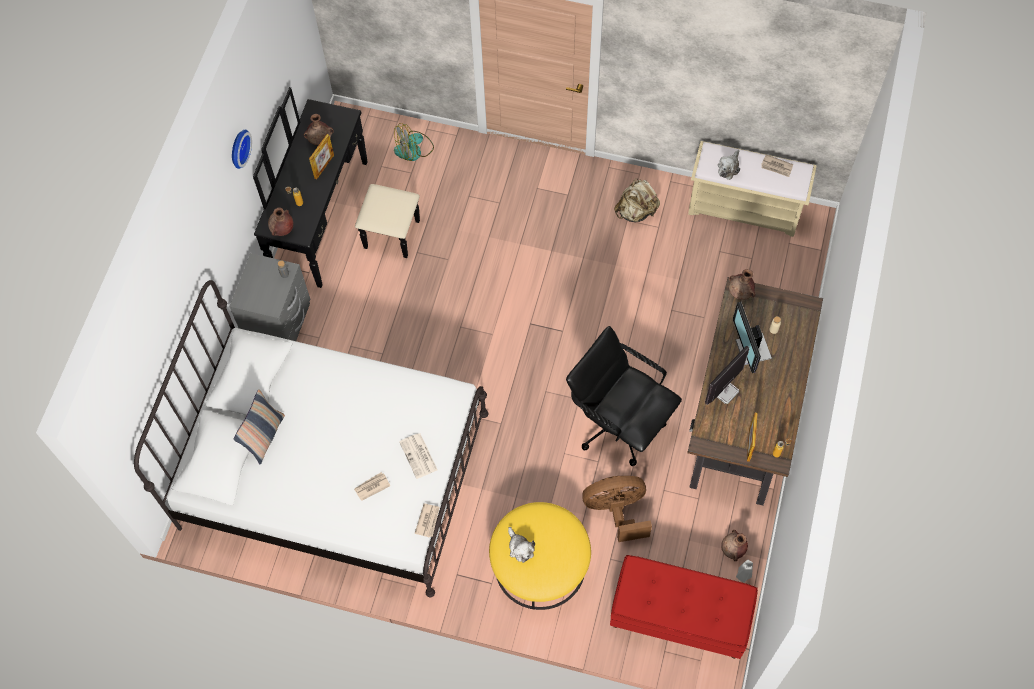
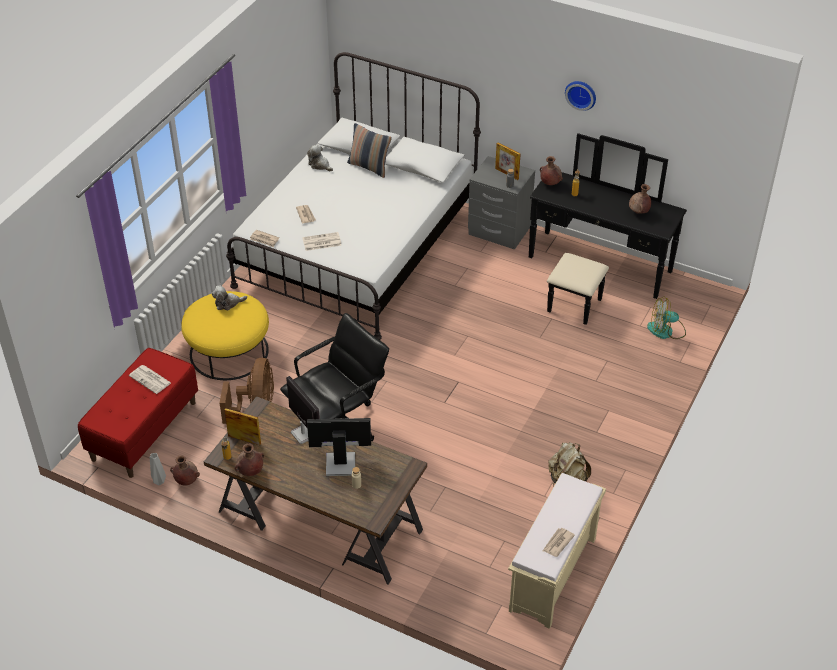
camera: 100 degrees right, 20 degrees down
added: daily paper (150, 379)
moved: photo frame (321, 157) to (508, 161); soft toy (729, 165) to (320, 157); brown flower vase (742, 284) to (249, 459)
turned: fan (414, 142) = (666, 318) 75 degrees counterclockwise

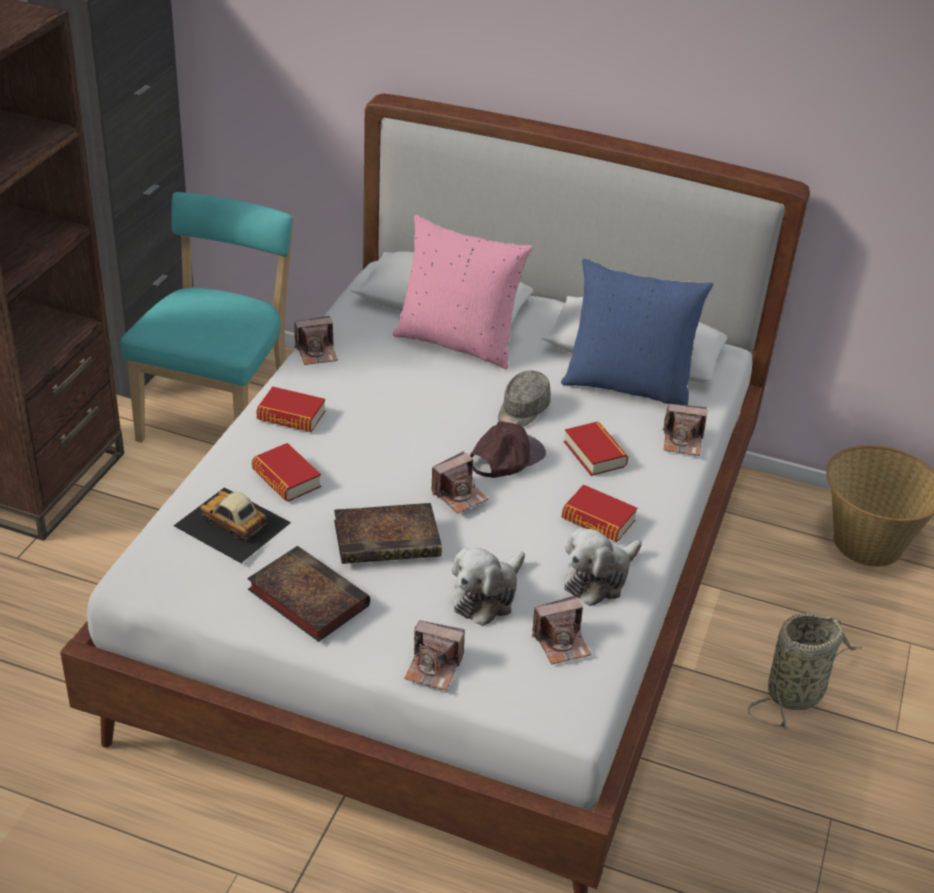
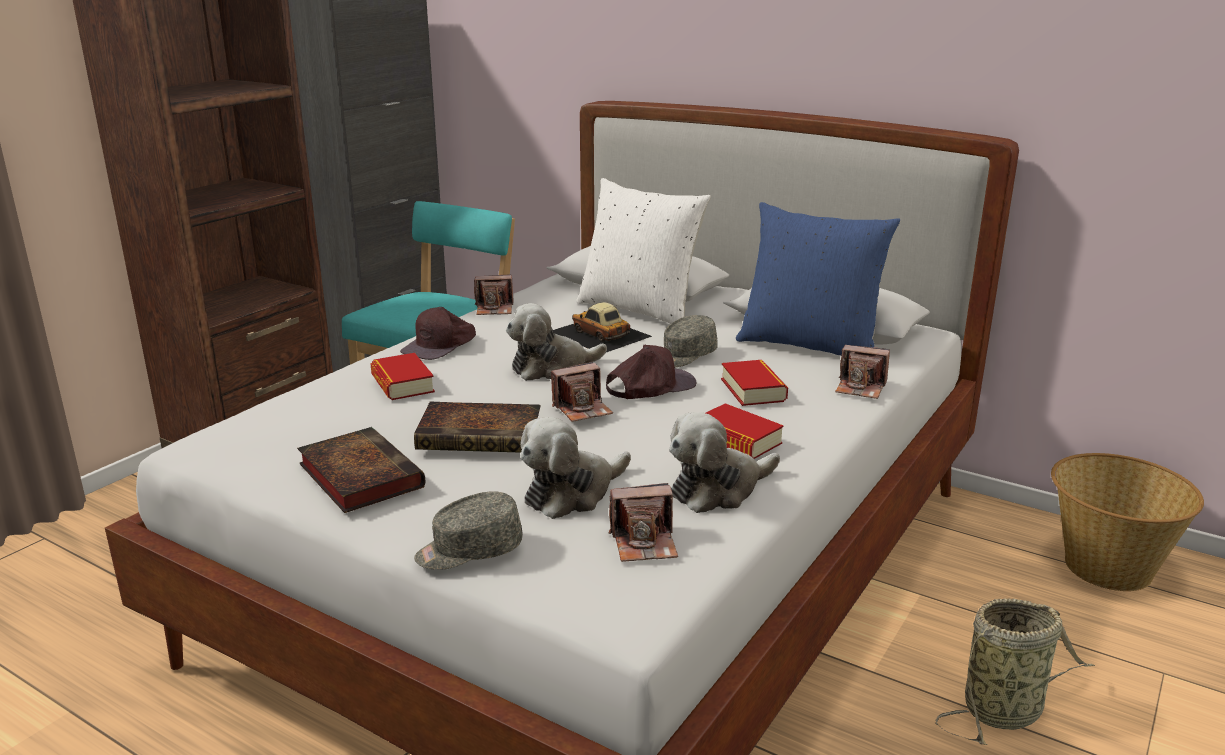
camera: 15 degrees right, 15 degrees down
added: soft toy (556, 342)
moved: toy car (232, 525) to (602, 327)
replaced: volume (290, 409) to brown baseball cap (438, 333); still camera (434, 655) to gray baseball cap (468, 530)
recoloured: pinkish cushion (463, 292) to whitish cushion (643, 251)

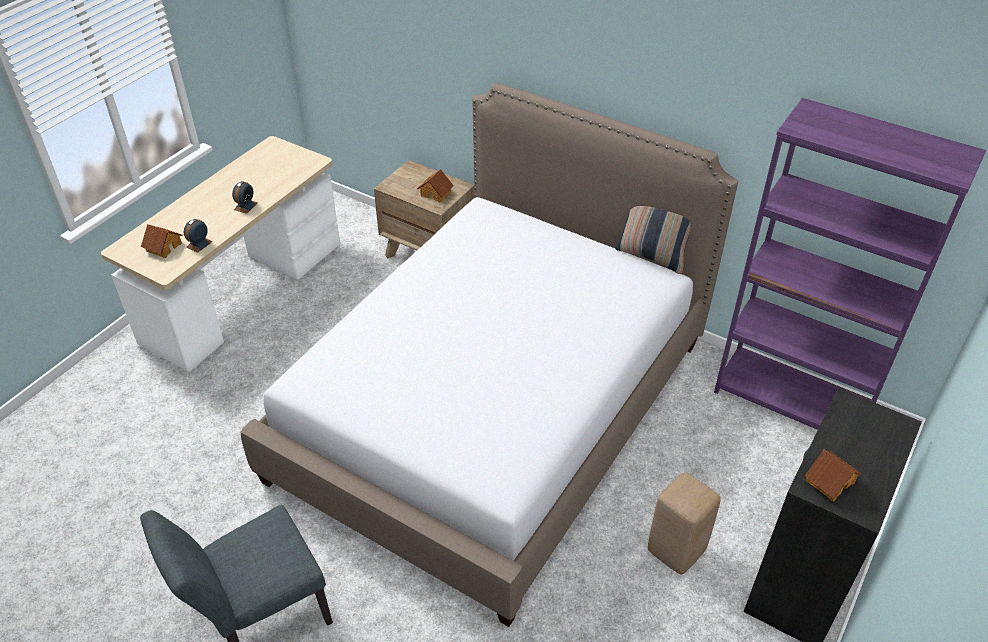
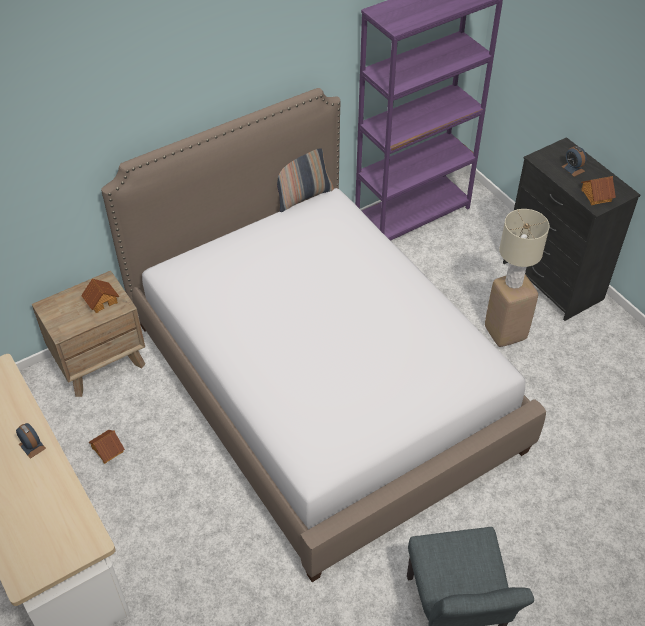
camera: 65 degrees left, 5 degrees up
added: sand-coloured table lamp (524, 249)
moved: miniature house (161, 241) to (107, 447); alarm clock (198, 236) to (574, 161)

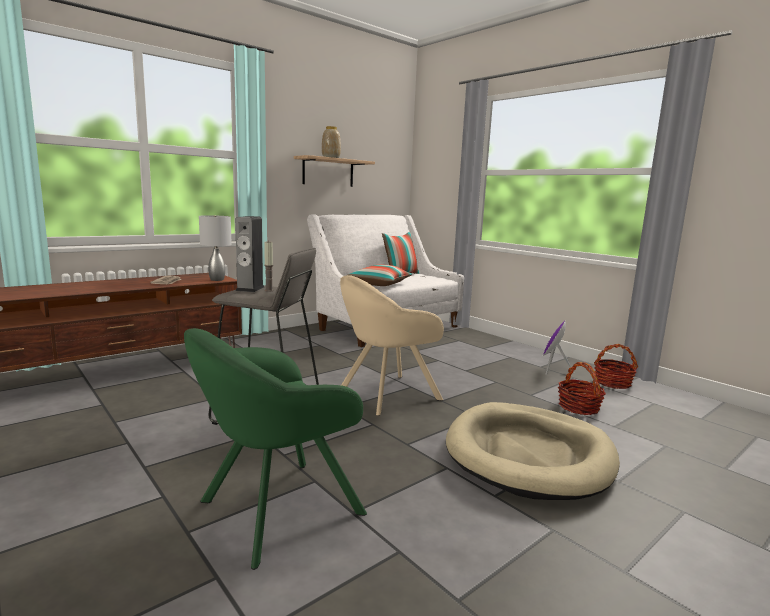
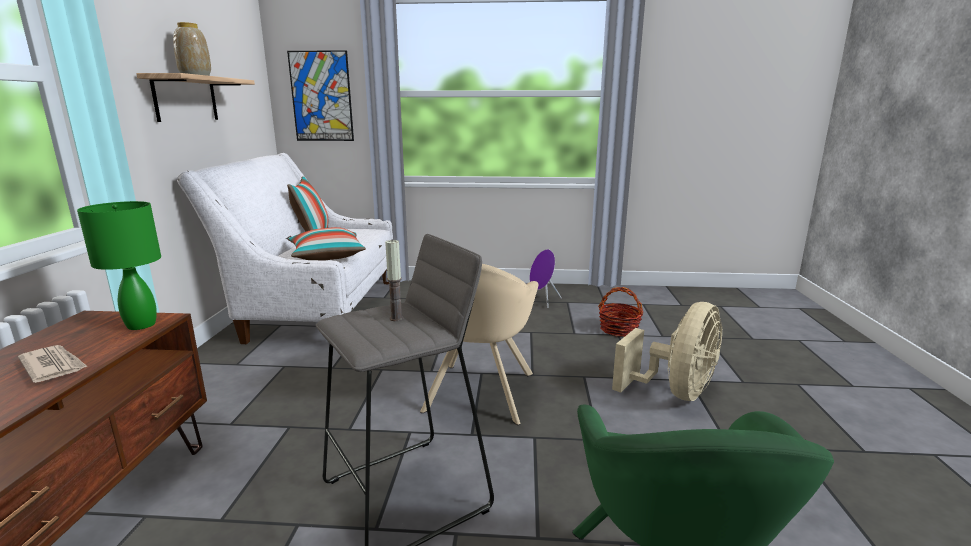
camera: 45 degrees left, 5 degrees up
removed: speaker (249, 254); household basket (616, 366)
added: picture (320, 95)
replaced: sand-coloured pet bed (533, 451) to sand-coloured fan (667, 351)
recoloured: gray table lamp (215, 248) to green-coloured table lamp (119, 265)

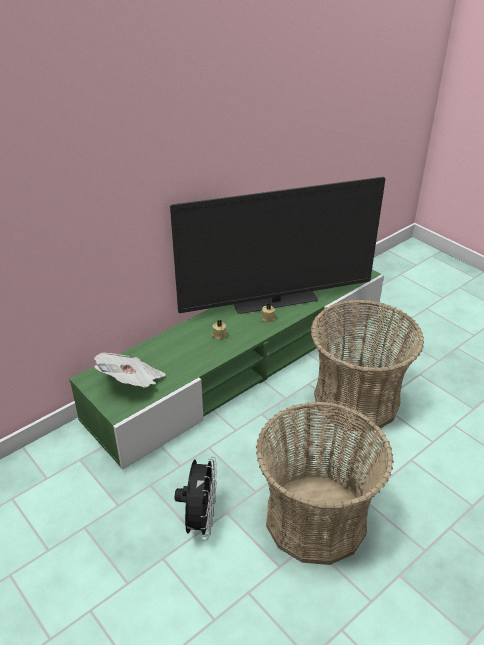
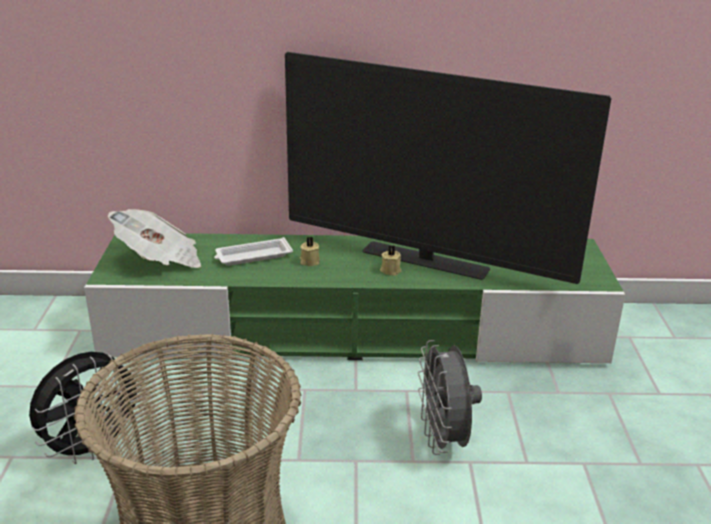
camera: 40 degrees right, 10 degrees down
added: whitish serving tray (253, 251)
replaced: household basket (367, 365) to gray fan (450, 397)

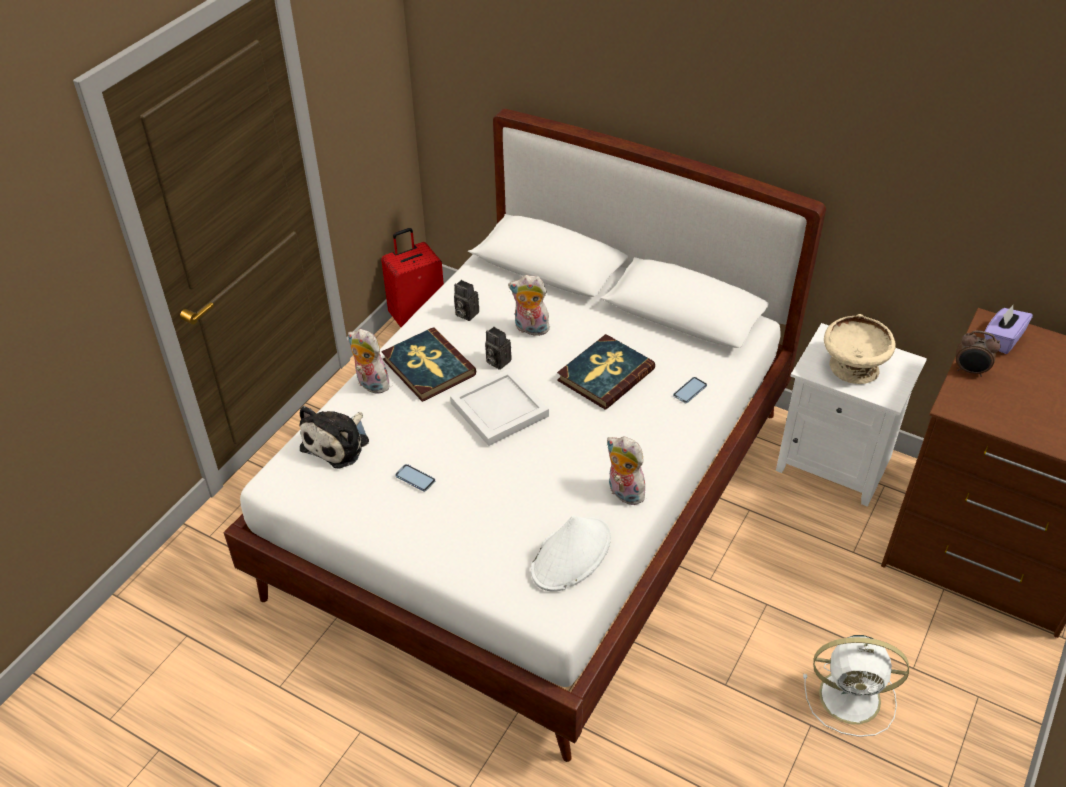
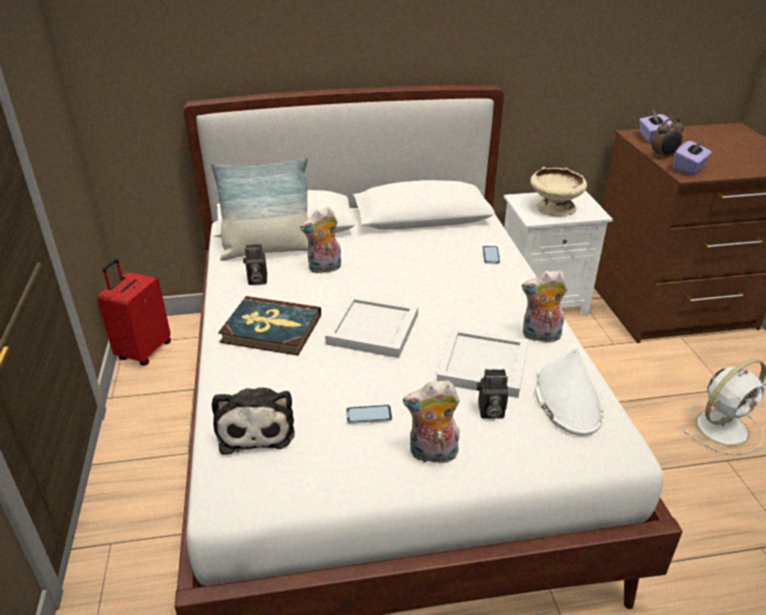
camera: 40 degrees left, 10 degrees down
removed: volume (606, 372)
added: cushion (259, 209); whitish serving tray (482, 362); purple tissue holder (693, 157)
moved: soft toy (369, 361) to (431, 421); still camera (498, 348) to (492, 394)

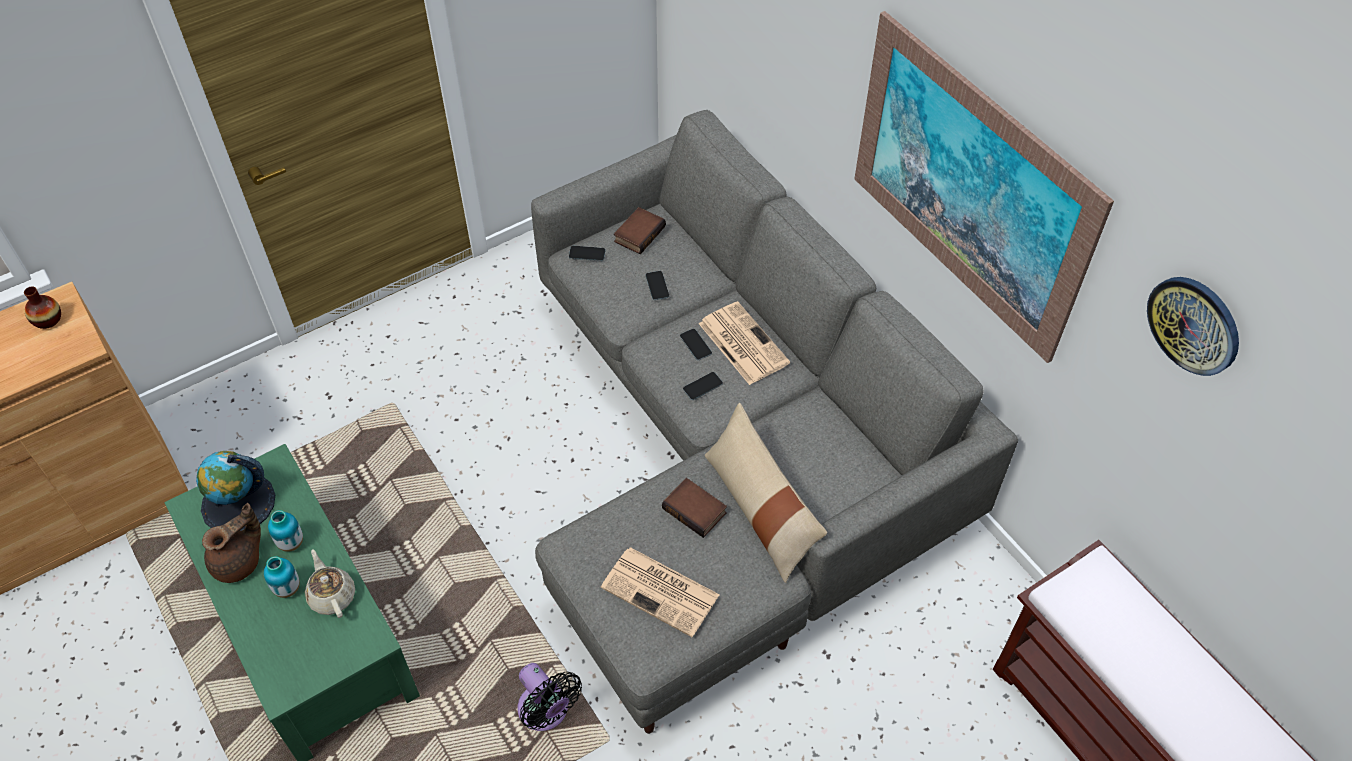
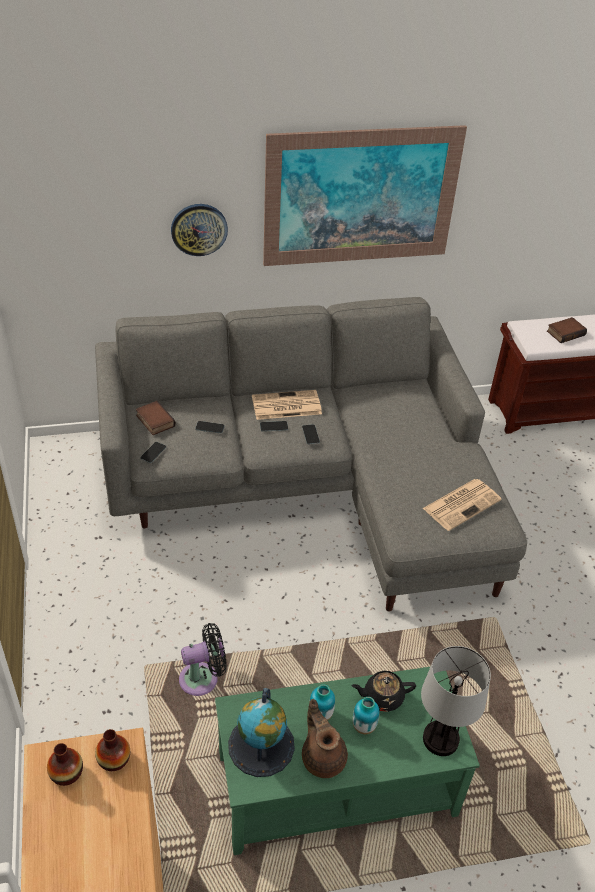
camera: 70 degrees left, 10 degrees down
removed: sand-coloured cushion (766, 493)
added: flower vase (112, 750); table lamp (456, 701)
moved: black fan (550, 697) to (203, 659); volume (694, 508) to (567, 330); clock on the wall (1193, 326) to (199, 230)
recoloured: sand-coloured pot for tea (330, 583) to black pot for tea (384, 691)

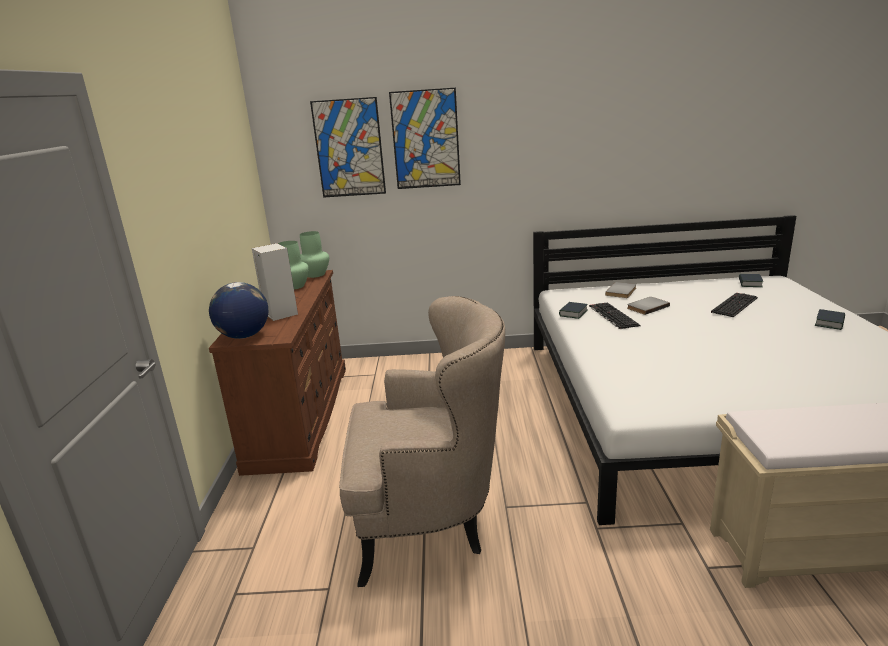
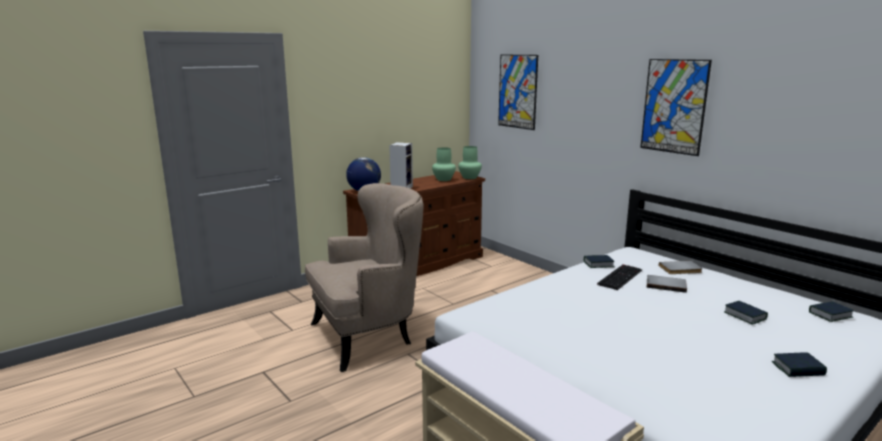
camera: 50 degrees right, 5 degrees down
moved: picture (425, 138) to (676, 107)
replaced: computer keyboard (734, 305) to volume (746, 313)
turned: sand-coloured armchair (422, 441) = (364, 277) 75 degrees counterclockwise

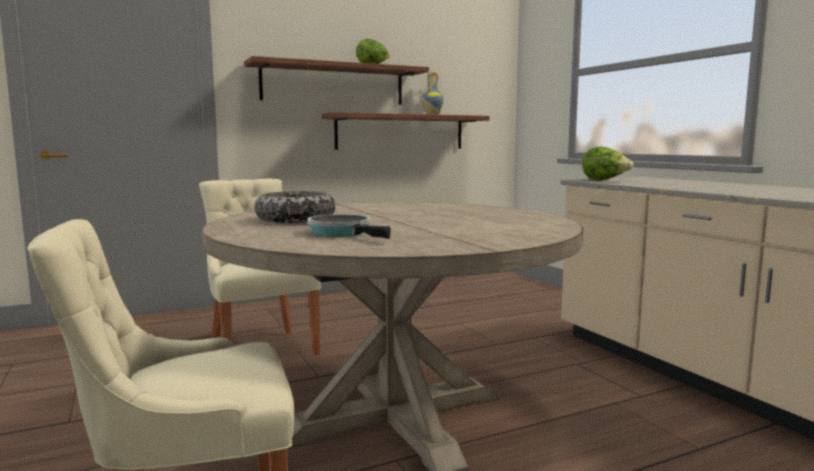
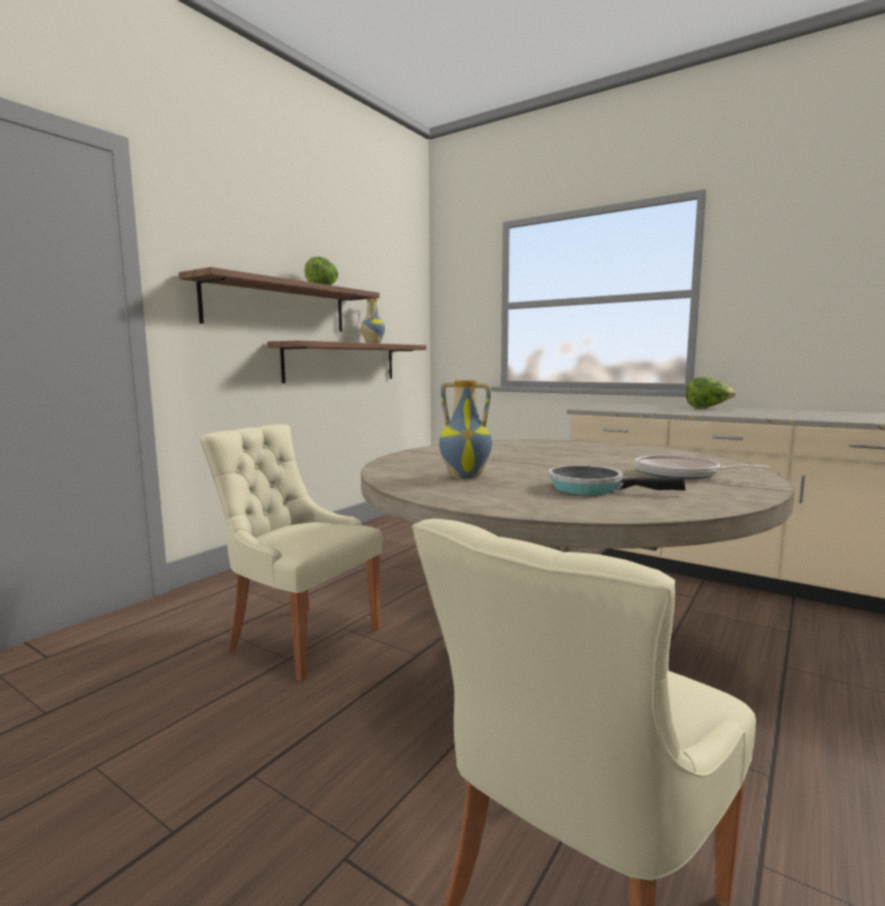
camera: 30 degrees left, 0 degrees up
added: skillet (702, 467)
moved: lettuce (607, 163) to (711, 392)
replaced: serving bowl (295, 207) to flower vase (465, 429)

